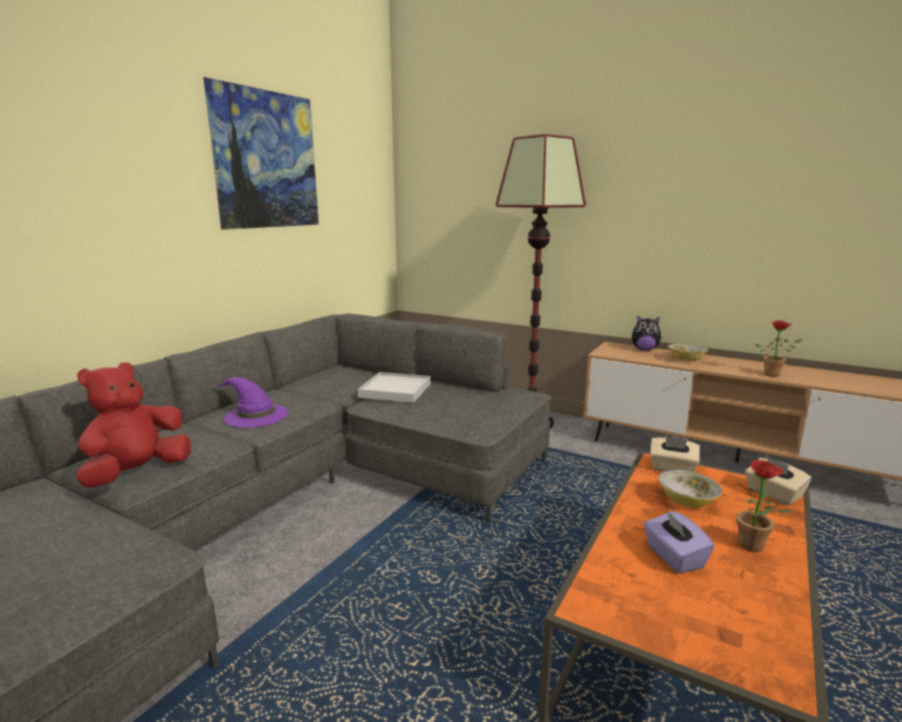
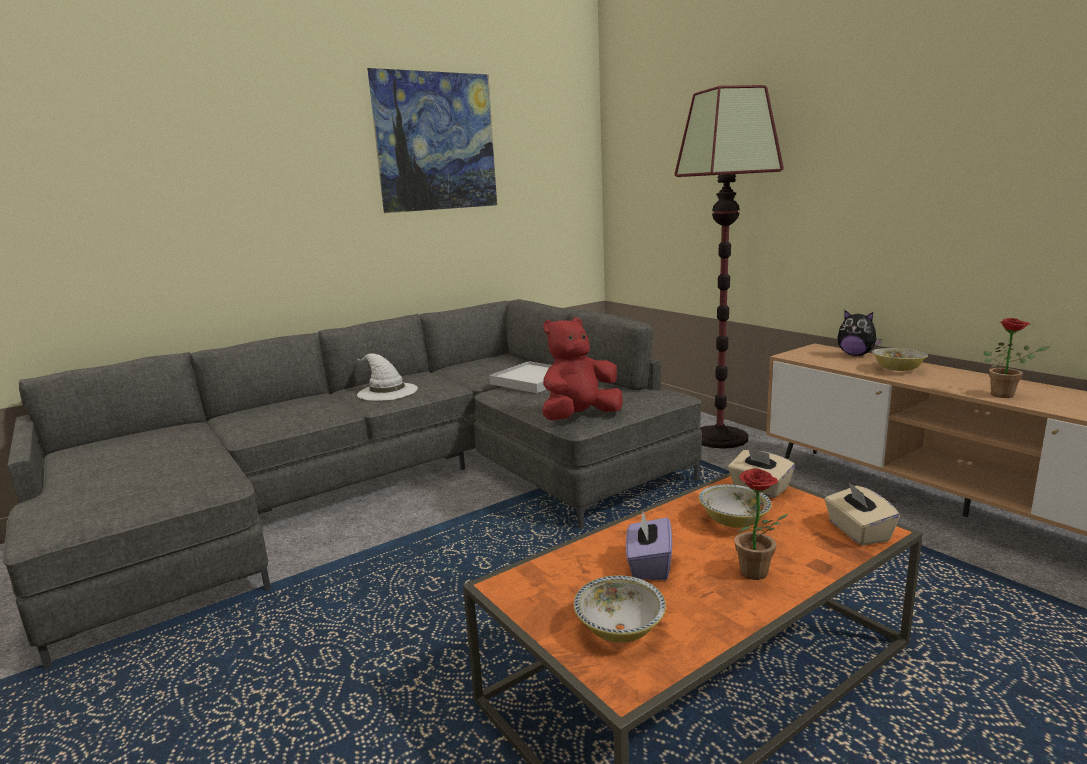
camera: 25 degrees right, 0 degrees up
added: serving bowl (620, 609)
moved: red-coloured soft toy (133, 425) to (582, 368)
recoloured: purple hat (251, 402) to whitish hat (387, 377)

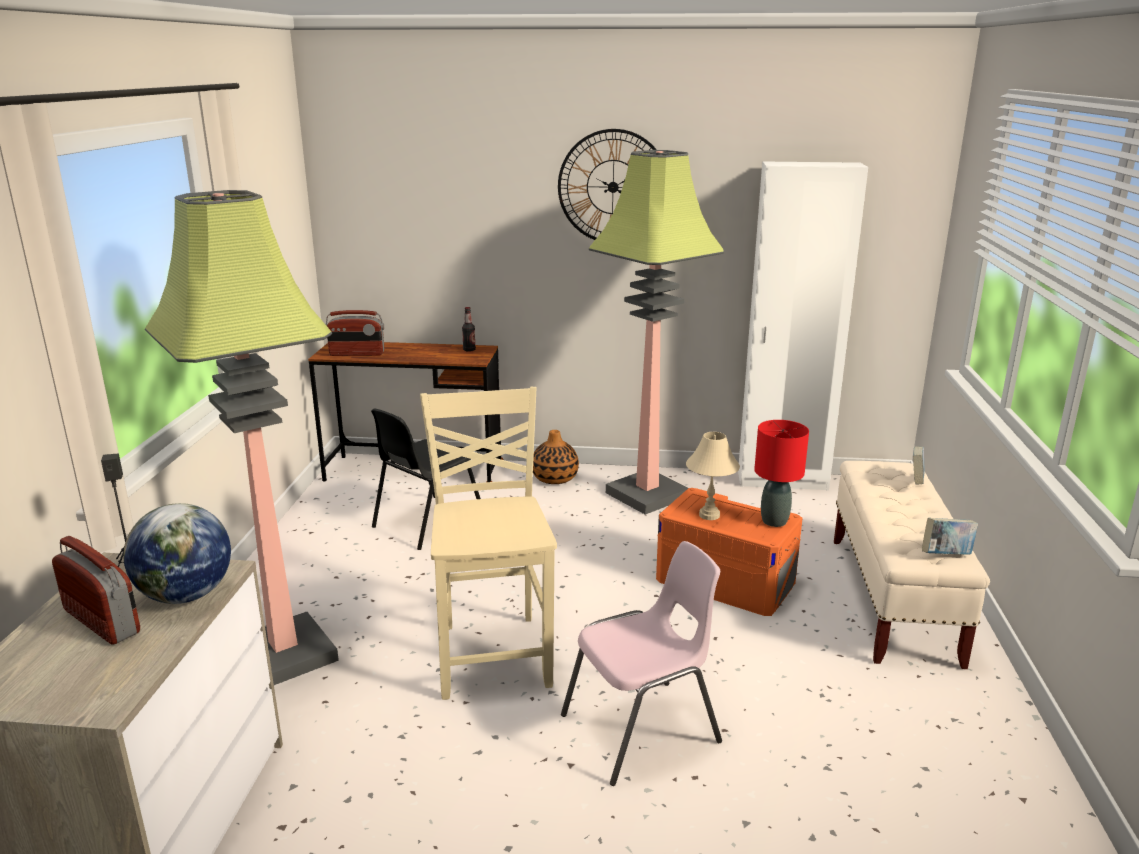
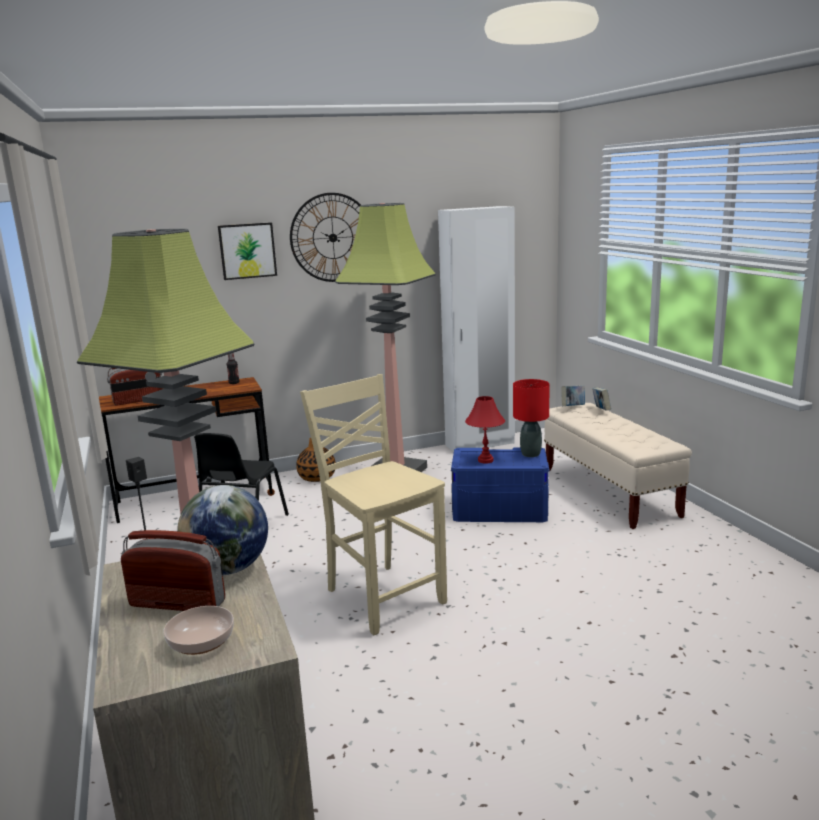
camera: 25 degrees left, 5 degrees down
removed: pinkish chair (641, 663)
added: serving bowl (199, 630); picture (247, 251)
moved: volume (950, 536) to (573, 395)
recoloured: orange-coloured storage container (729, 552) to bluish storage container (500, 485); sand-coloured table lamp (713, 476) to red-coloured table lamp (485, 430)

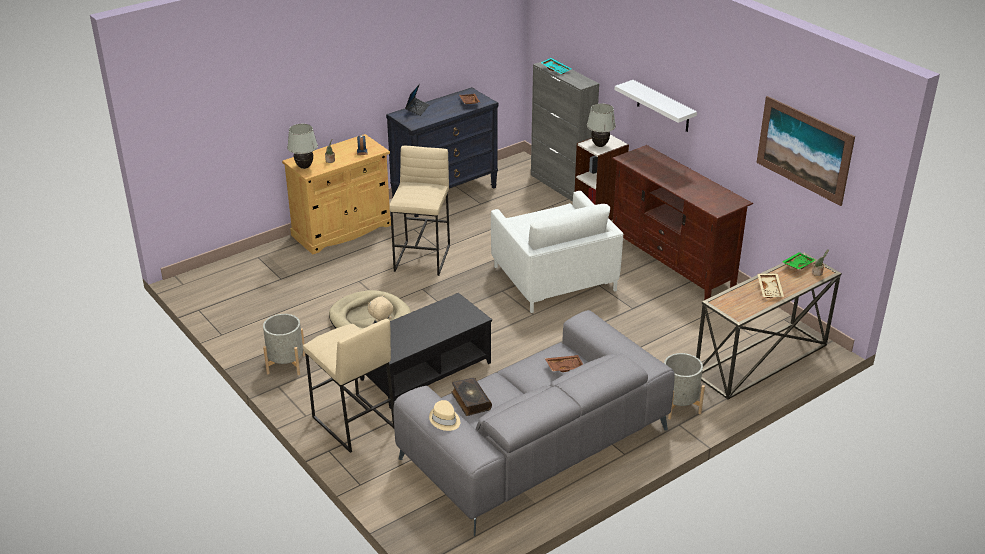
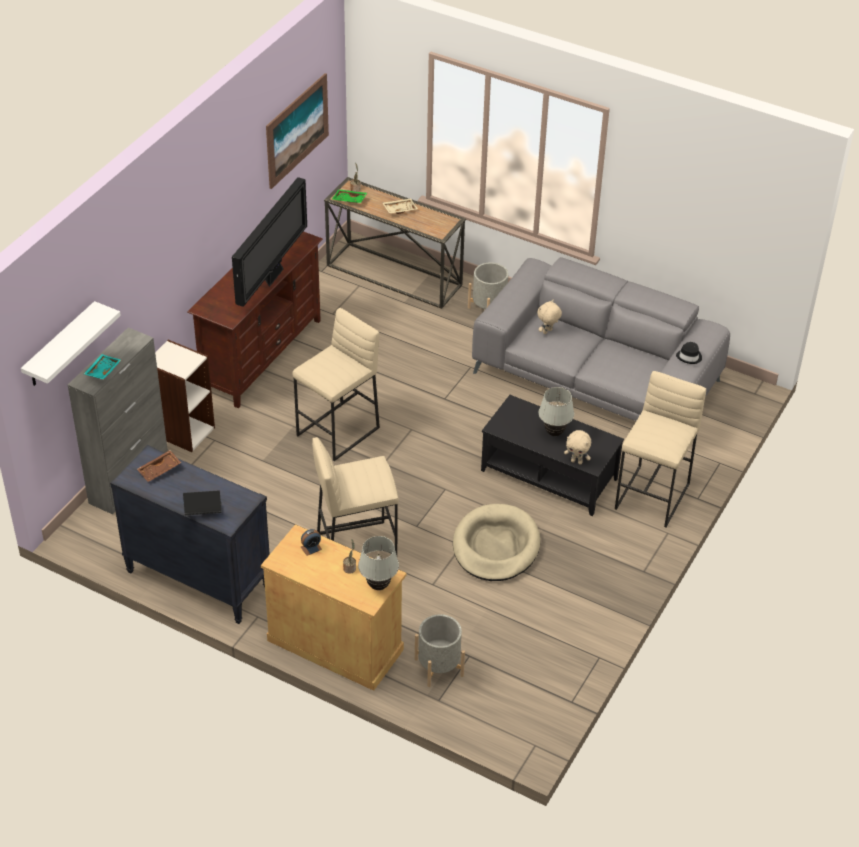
camera: 115 degrees left, 10 degrees up
removed: volume (471, 396)
added: TV set (269, 242)
moved: gray flower pot (284, 344) to (440, 650); whitish table lamp (601, 125) to (556, 411); whitish wall shelf (655, 106) to (71, 343)
replaced: whitish armchair (557, 252) to sand-coloured sitting stool (336, 384); brown serving tray (564, 363) to sand-coloured soft toy (549, 316)
recoloured: sand-coloured hat (444, 415) to black hat (689, 353)

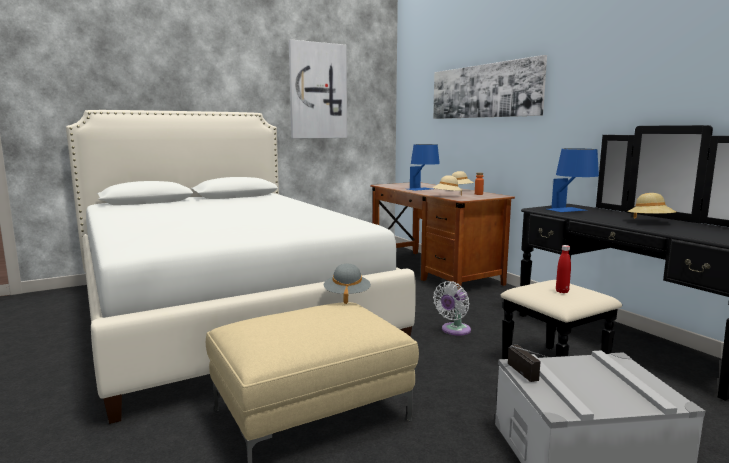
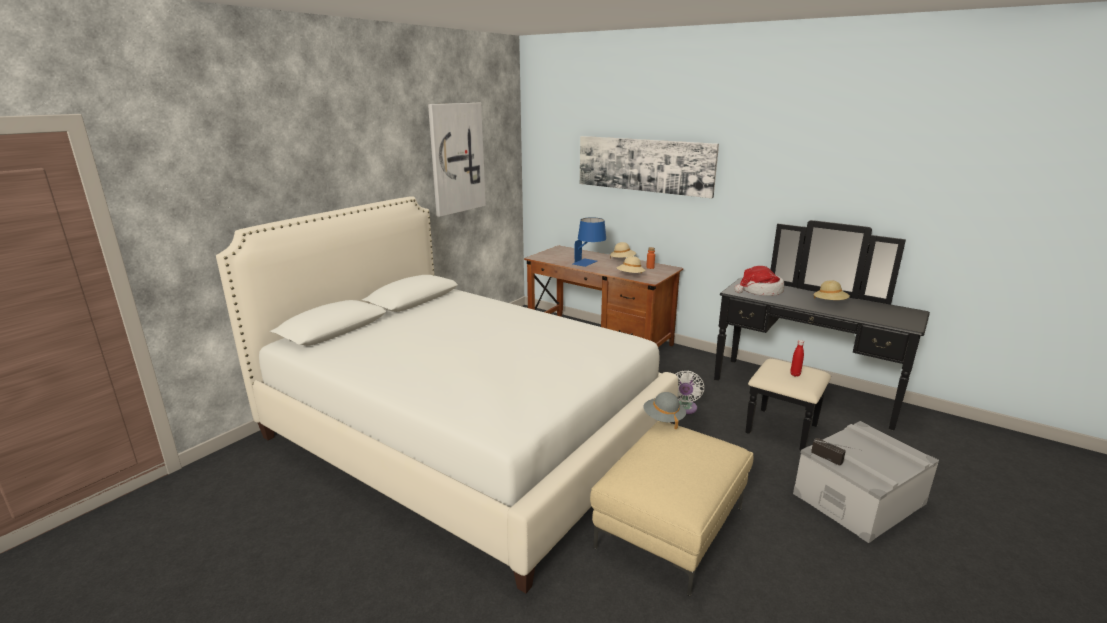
camera: 25 degrees left, 10 degrees up
replaced: bluish table lamp (573, 180) to hat (759, 281)

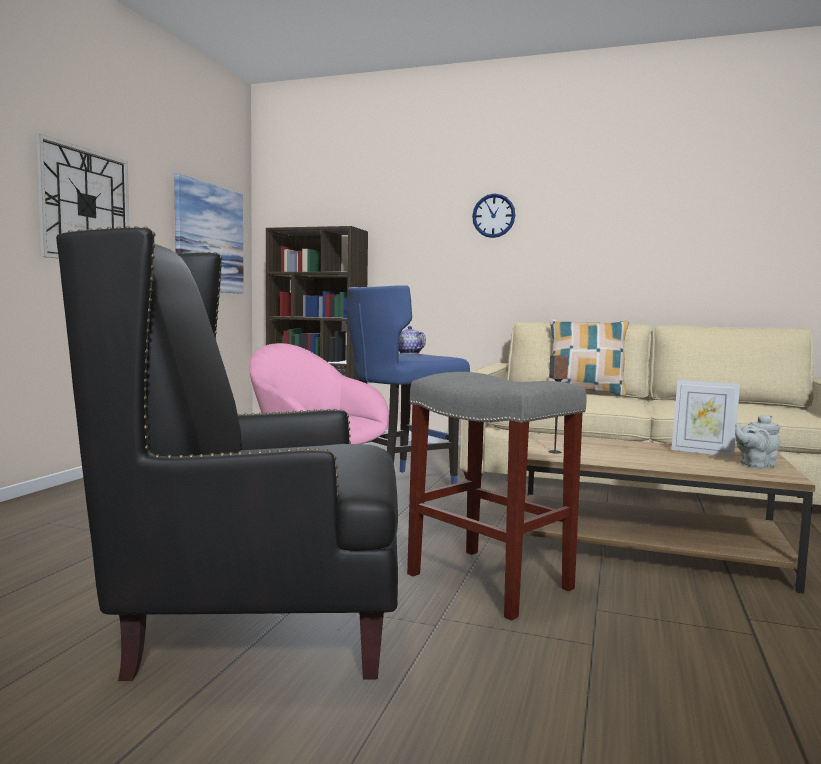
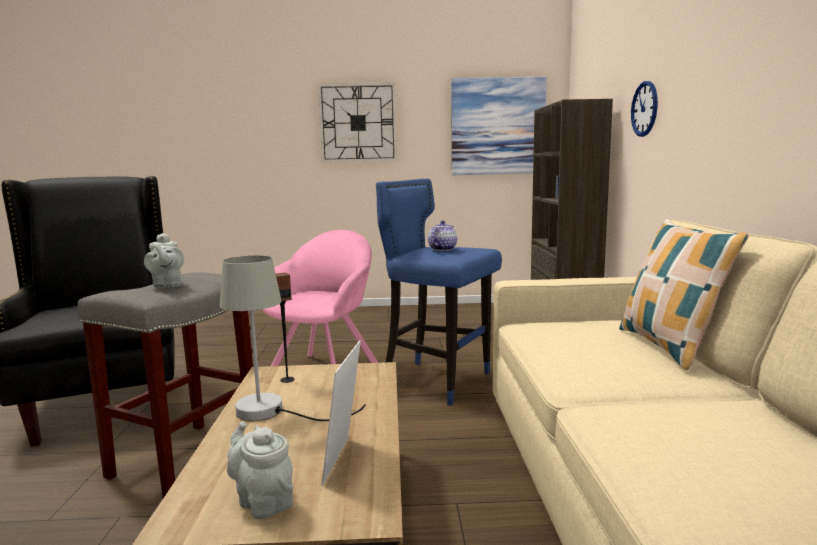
camera: 70 degrees right, 5 degrees up
added: gray pot for tea (164, 260); gray table lamp (293, 338)
moved: clock on the wall (493, 216) to (644, 109)

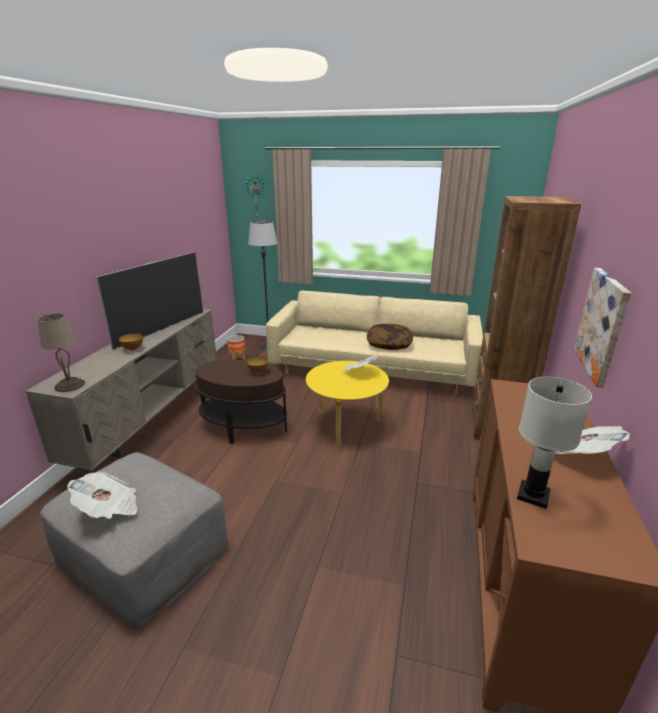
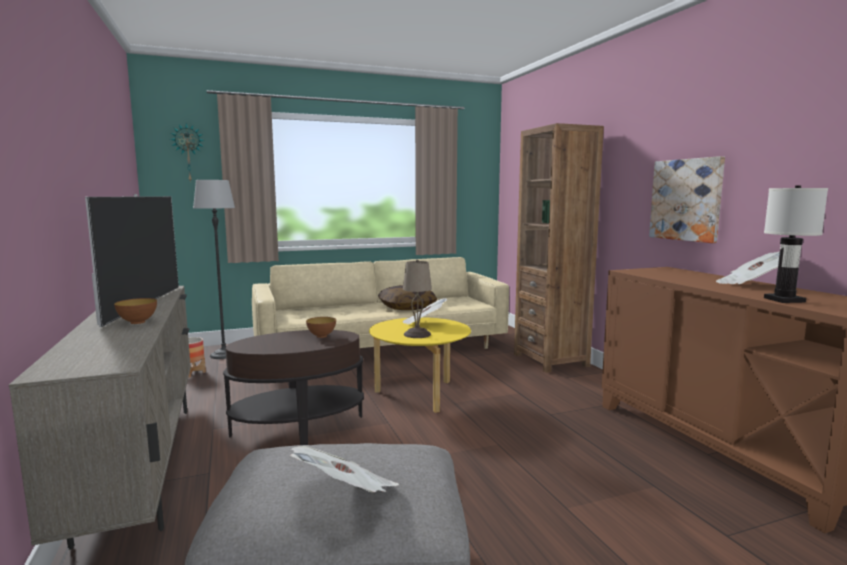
camera: 35 degrees left, 15 degrees down
moved: sand-coloured table lamp (61, 352) to (417, 299)

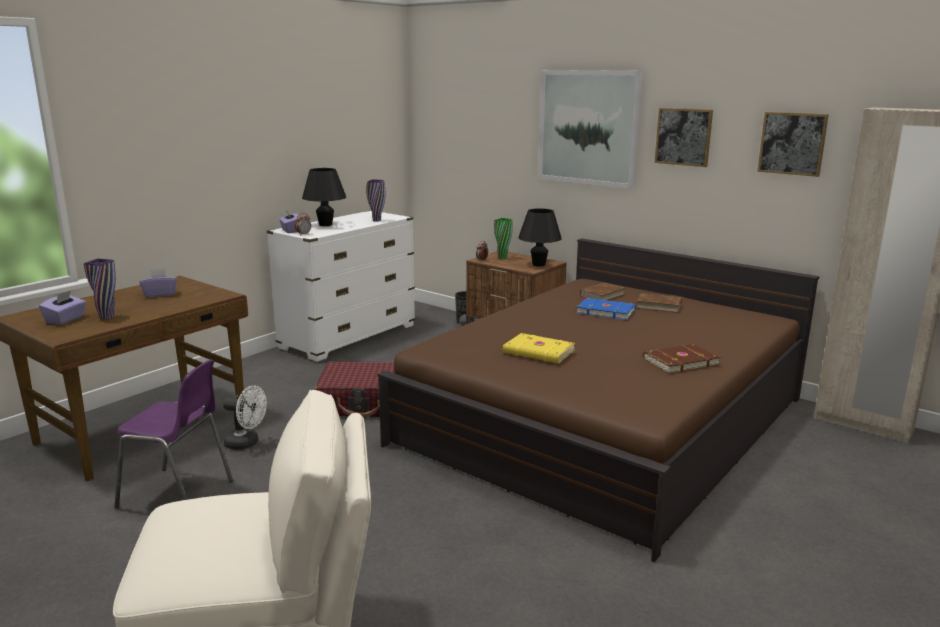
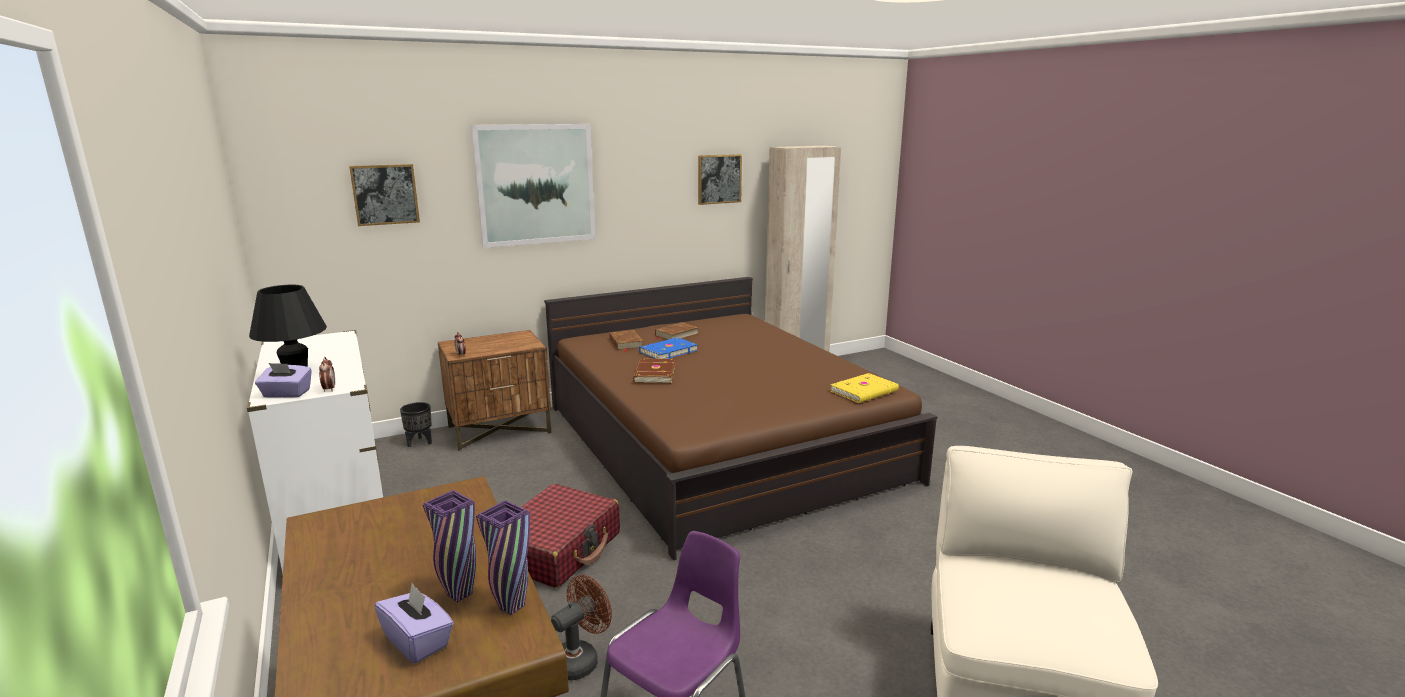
camera: 65 degrees left, 0 degrees up
removed: purple tissue holder (158, 282); green-coloured flower vase (503, 239); black table lamp (540, 237)
moved: purple flower vase (376, 201) to (503, 557); yellow volume (539, 348) to (864, 388); brown volume (682, 359) to (654, 370); picture (684, 137) to (384, 195)
recoloured: whitish fan (245, 417) to brown fan (581, 628)

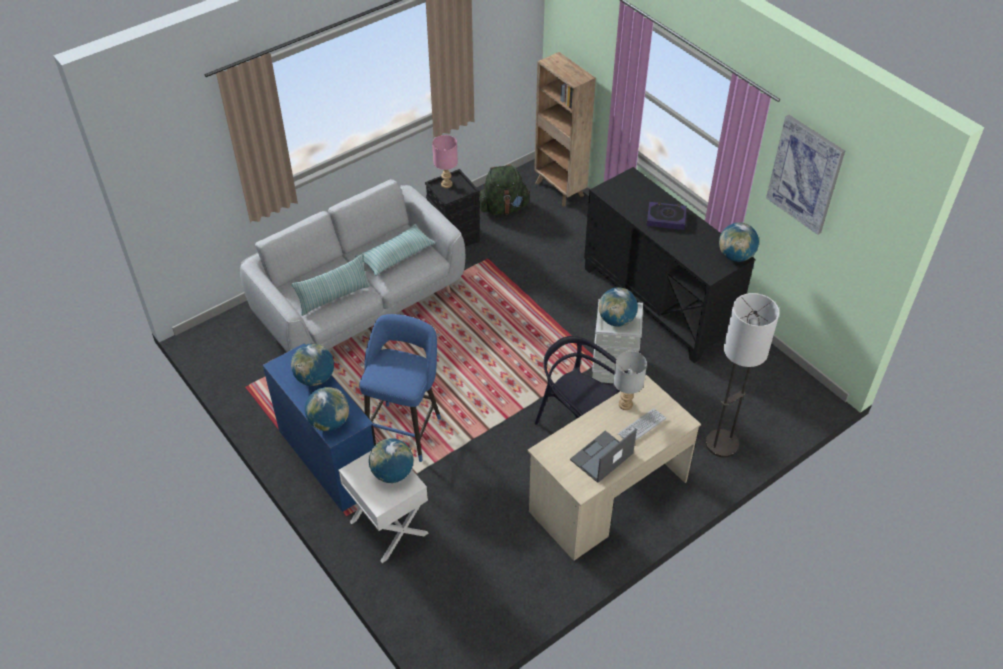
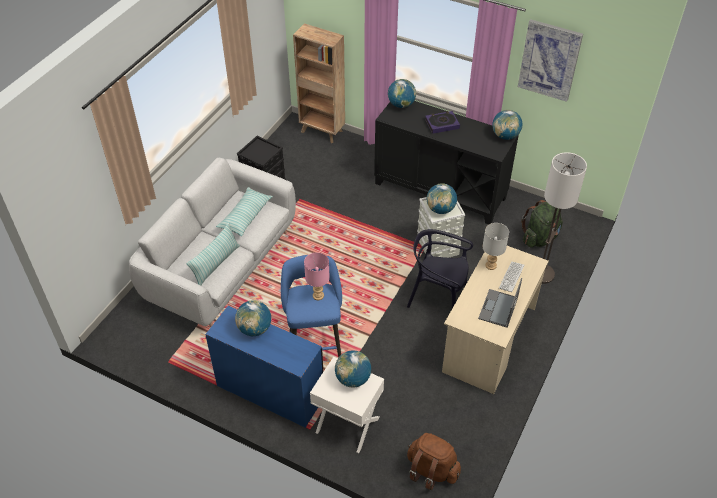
camera: 25 degrees left, 0 degrees up
added: brown rucksack (434, 461)
moved: world globe (327, 409) to (402, 93); pinkish table lamp (445, 161) to (317, 276); green-coloured rucksack (504, 189) to (542, 224)

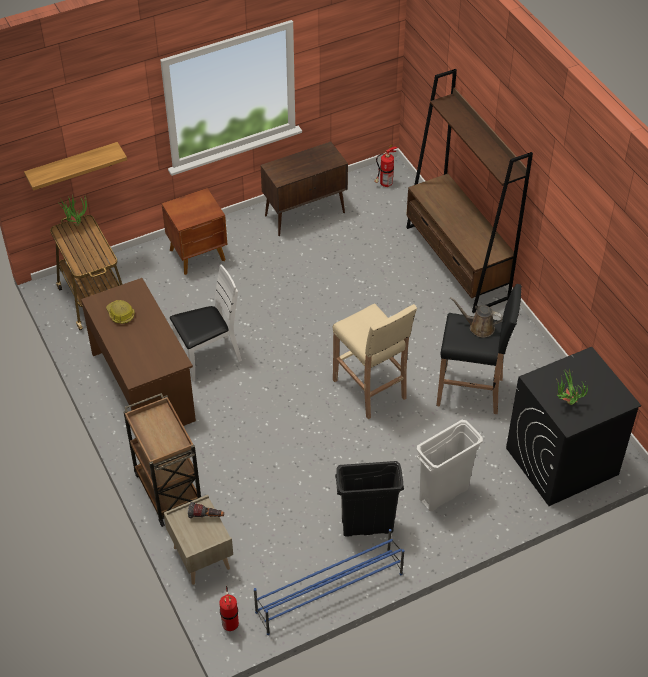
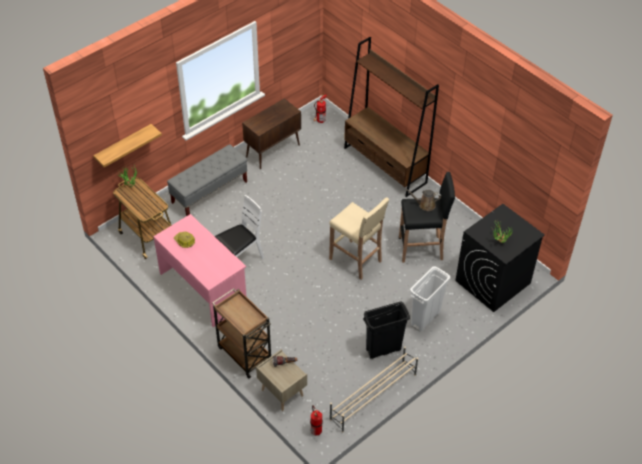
camera: 15 degrees left, 0 degrees up
replaced: brown night table (195, 231) to gray bench (207, 180)
recoloured: brown desk table (138, 352) to pinkish desk table (200, 270); bluish shoe rack (329, 582) to sand-coloured shoe rack (374, 389)

